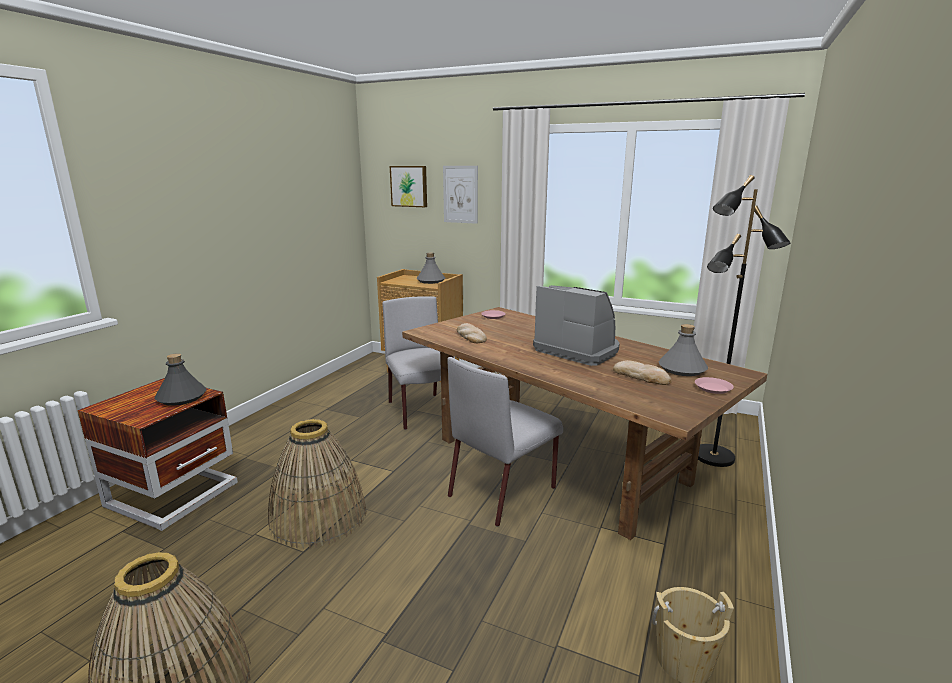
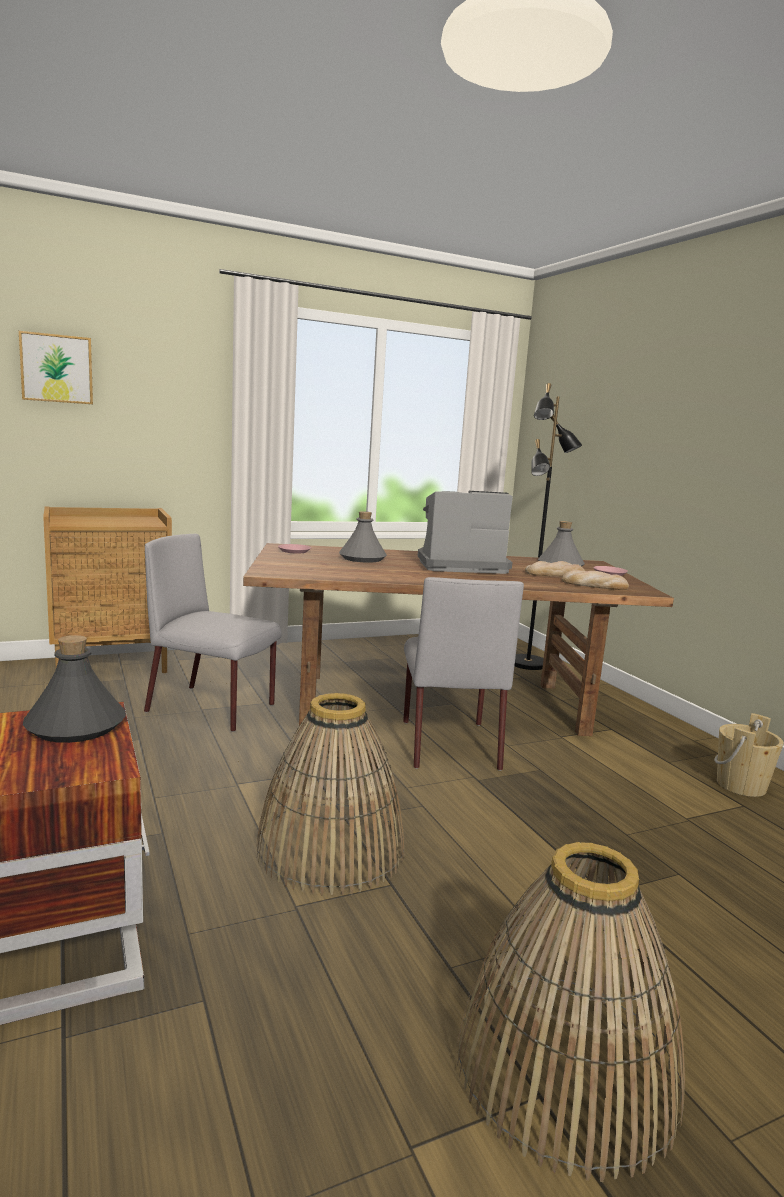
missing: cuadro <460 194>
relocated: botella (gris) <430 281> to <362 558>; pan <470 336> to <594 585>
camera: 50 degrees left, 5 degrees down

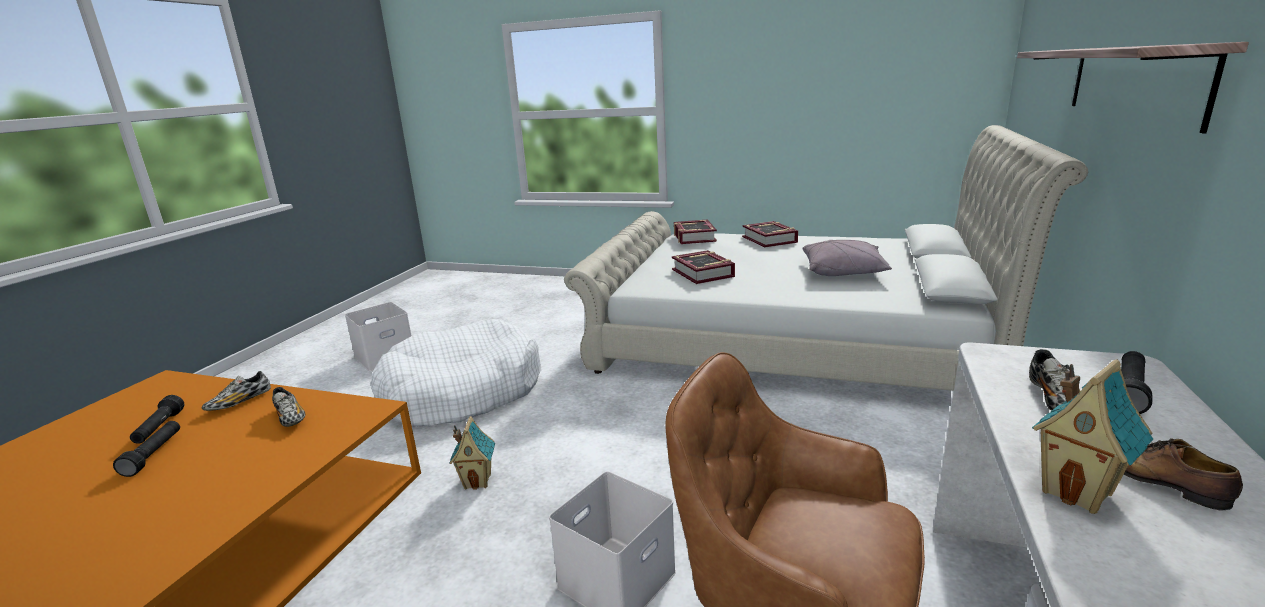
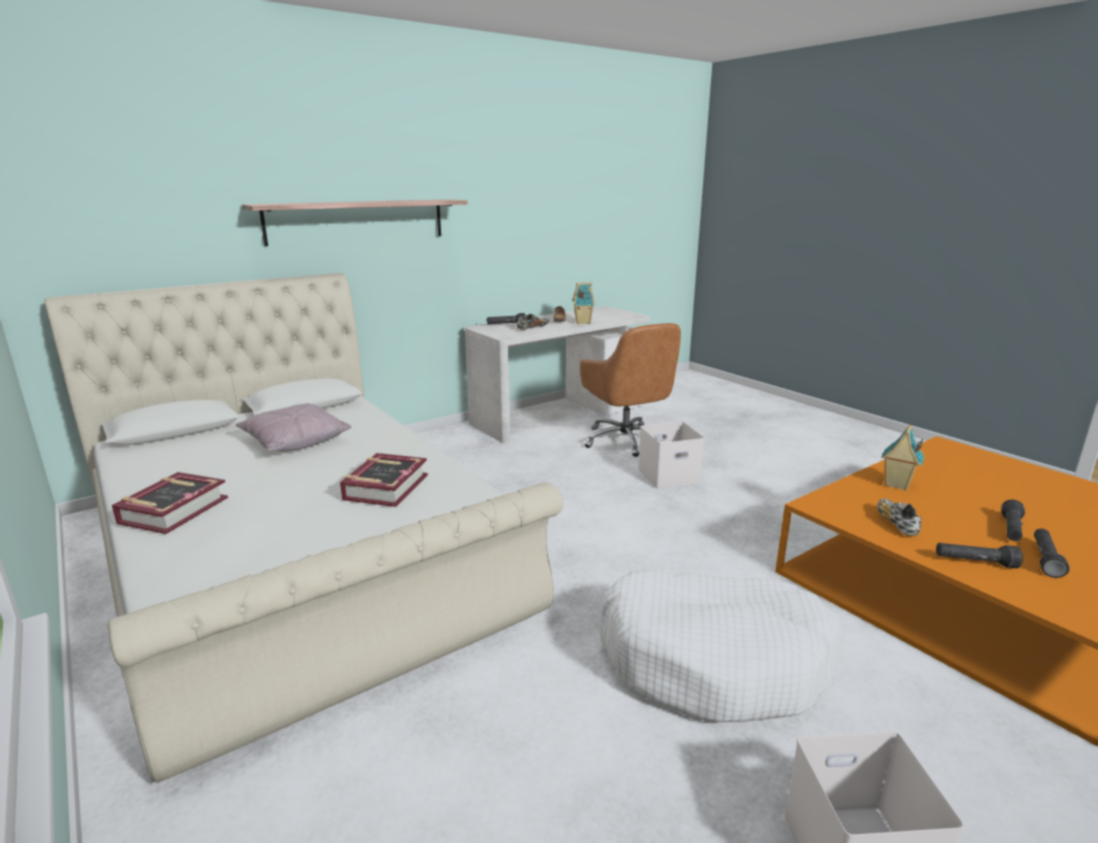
missing: libro <694 237>
relocated: casita <478 481> to <896 485>
exchanged: zapato <240 403> to linterna (negro) <975 562>
camera: 145 degrees left, 0 degrees up

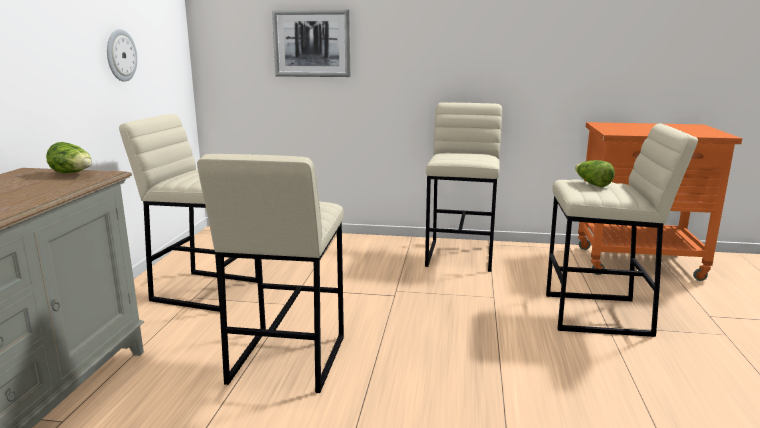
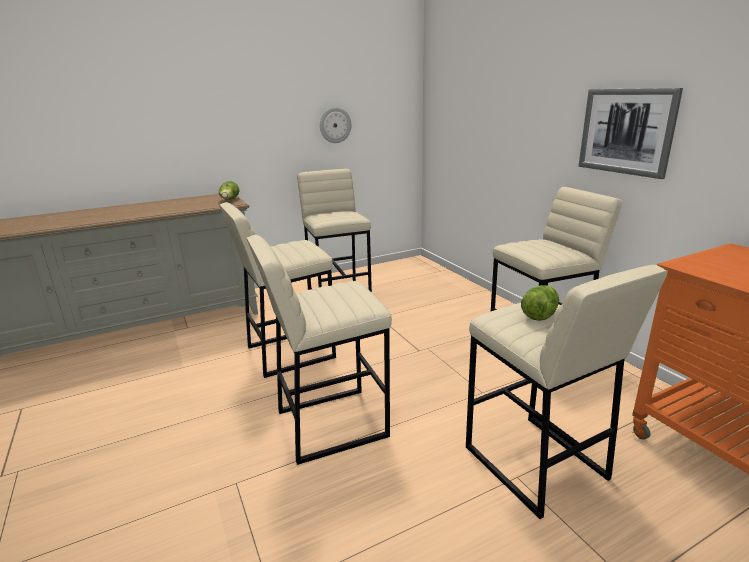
appeared: taburete (beis) <328 424>
relocated: cuadro <312 43> to <626 131>
camera: 55 degrees right, 5 degrees up

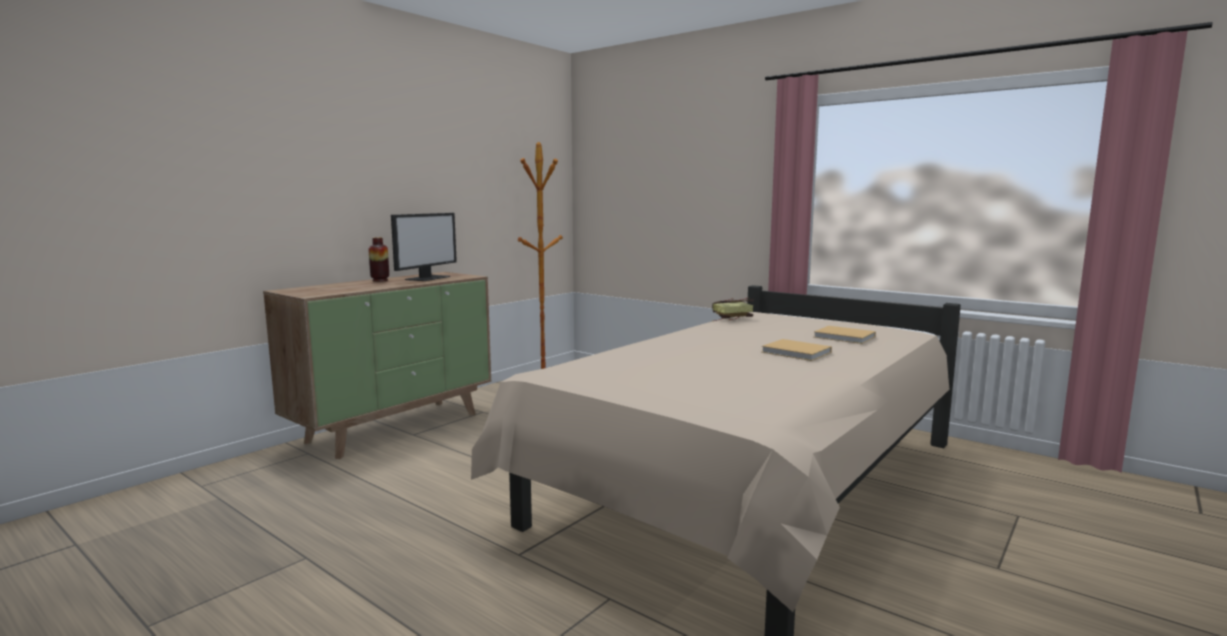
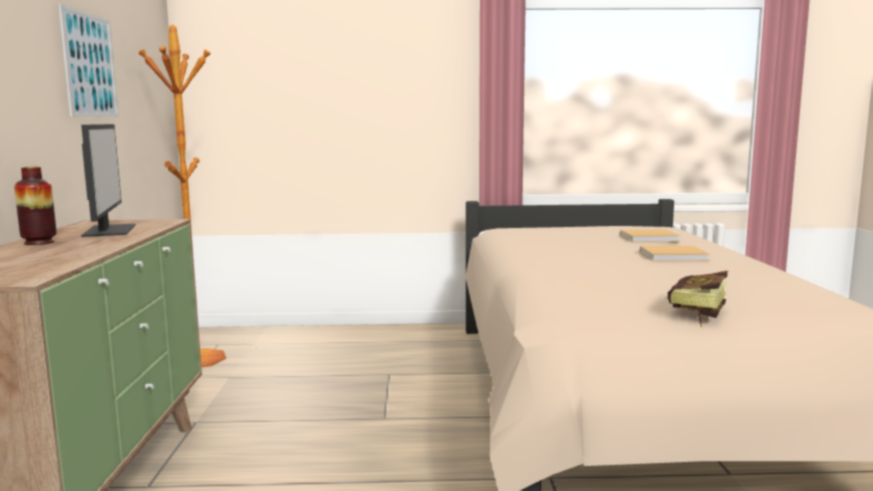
appeared: cuadro <90 65>
relocated: libro <728 319> to <696 315>
camera: 40 degrees left, 0 degrees up

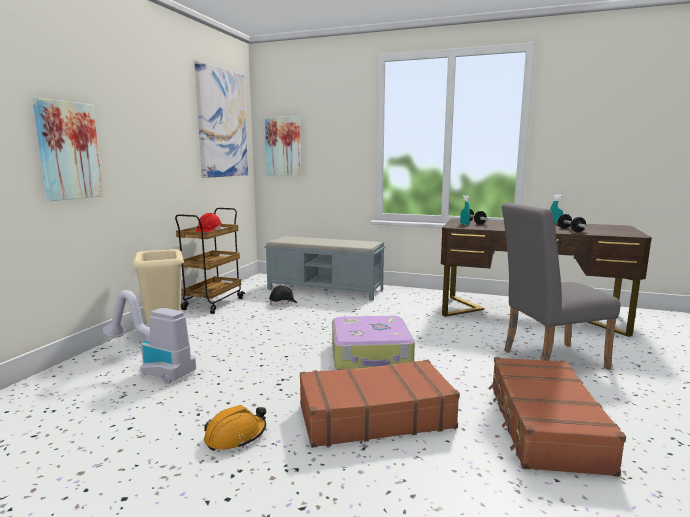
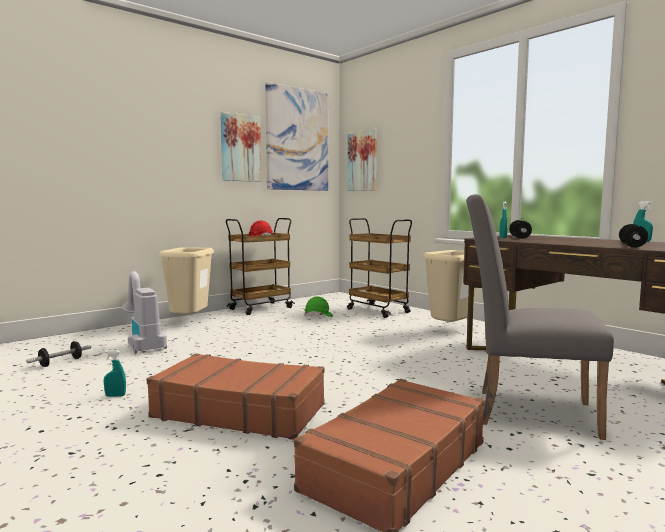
missing: maleta <371 355>
appeared: mancuerna <60 362>; papelera (beis) <450 331>
relocated: cuadro <68 151> to <240 148>
exchanged: casco (naranja) <235 436> to pulverizador (turquesa) <115 396>; banco (gris) <326 290> to carrito (marrón) <378 311>
colour: casco (negro) <283 303> to casco (verde) <318 316>
camera: 30 degrees right, 5 degrees down

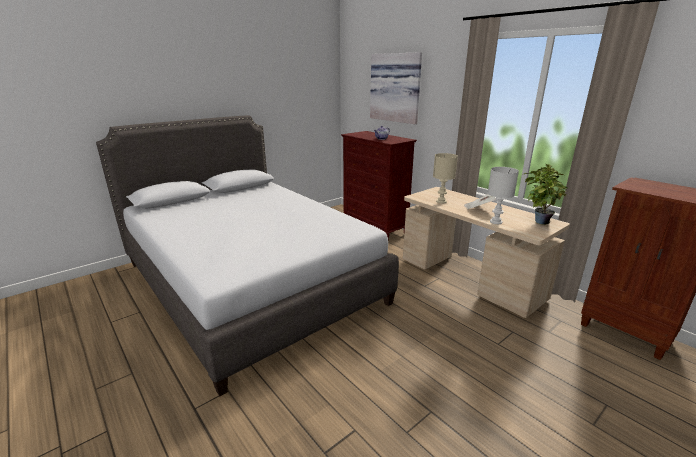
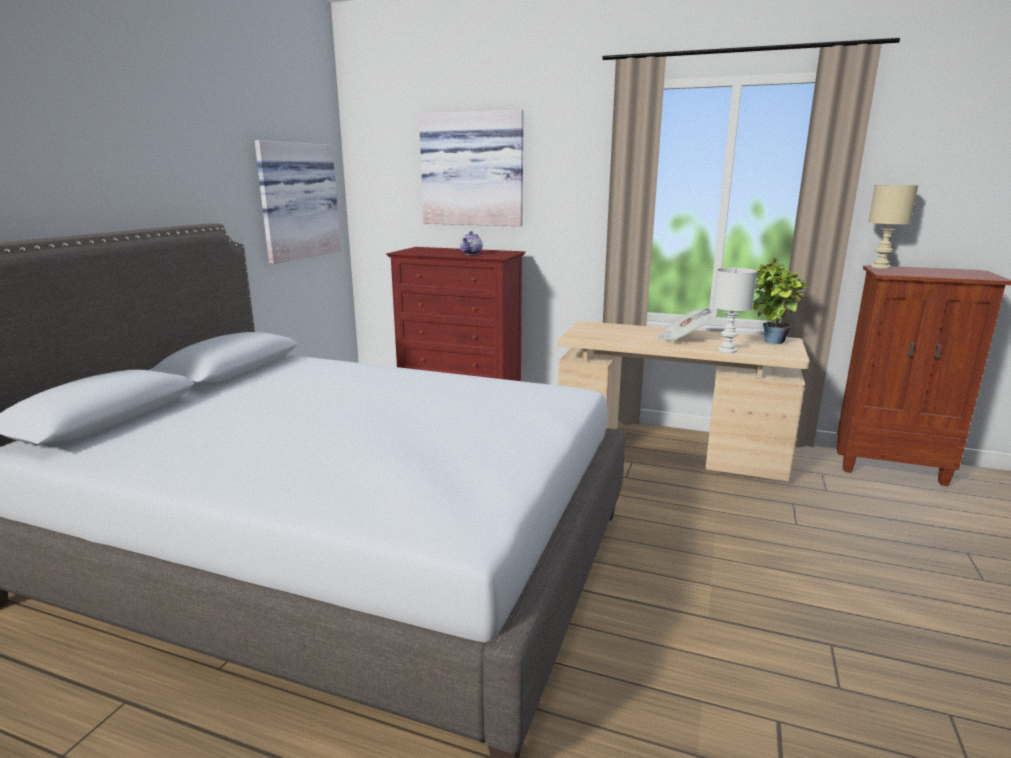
appeared: cuadro <296 201>
relocated: lámpara de mesa (beis) <441 201> to <881 267>
camera: 30 degrees left, 5 degrees down

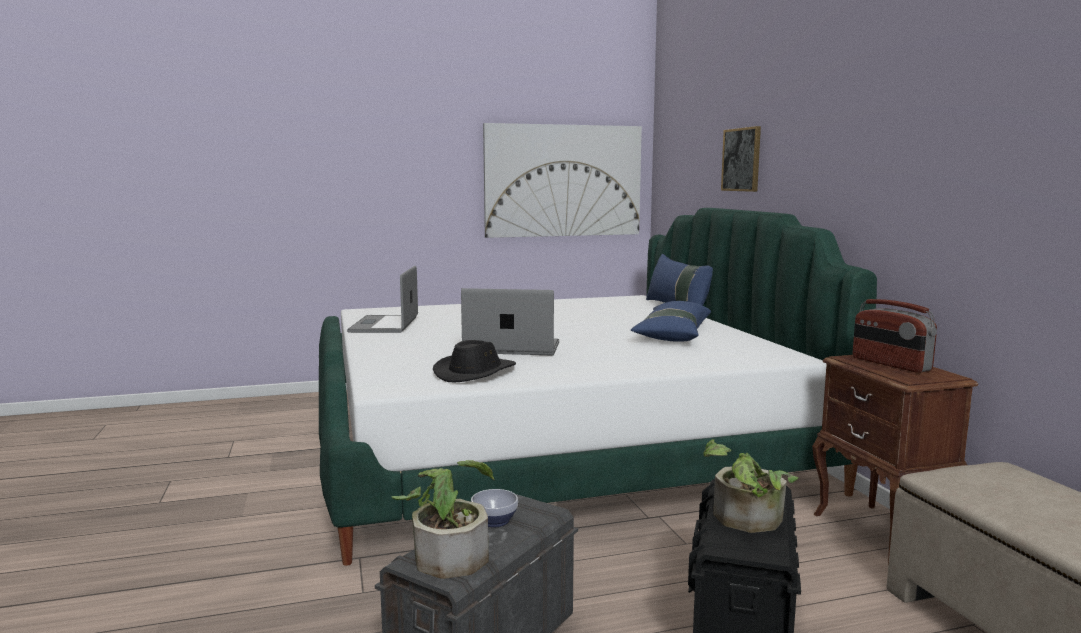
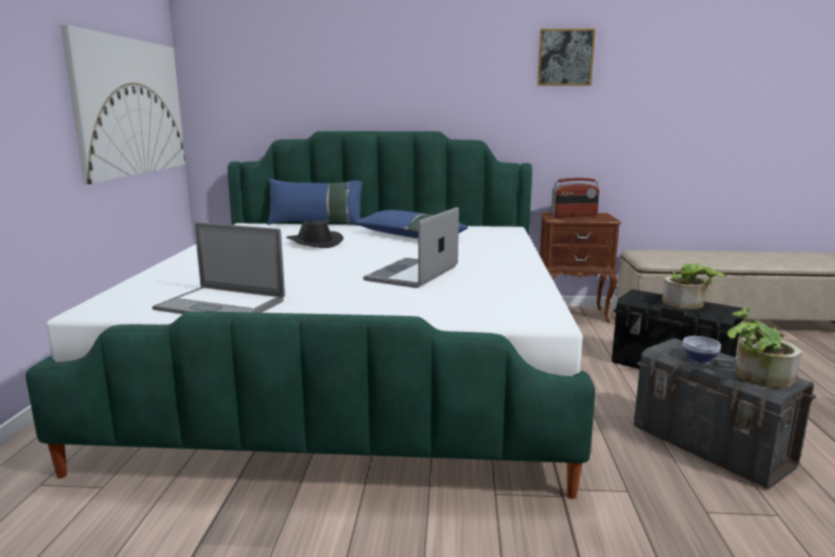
relocated: sombrero (negro) <476 372> to <313 243>; cuadro <741 159> to <565 57>
camera: 70 degrees left, 5 degrees up

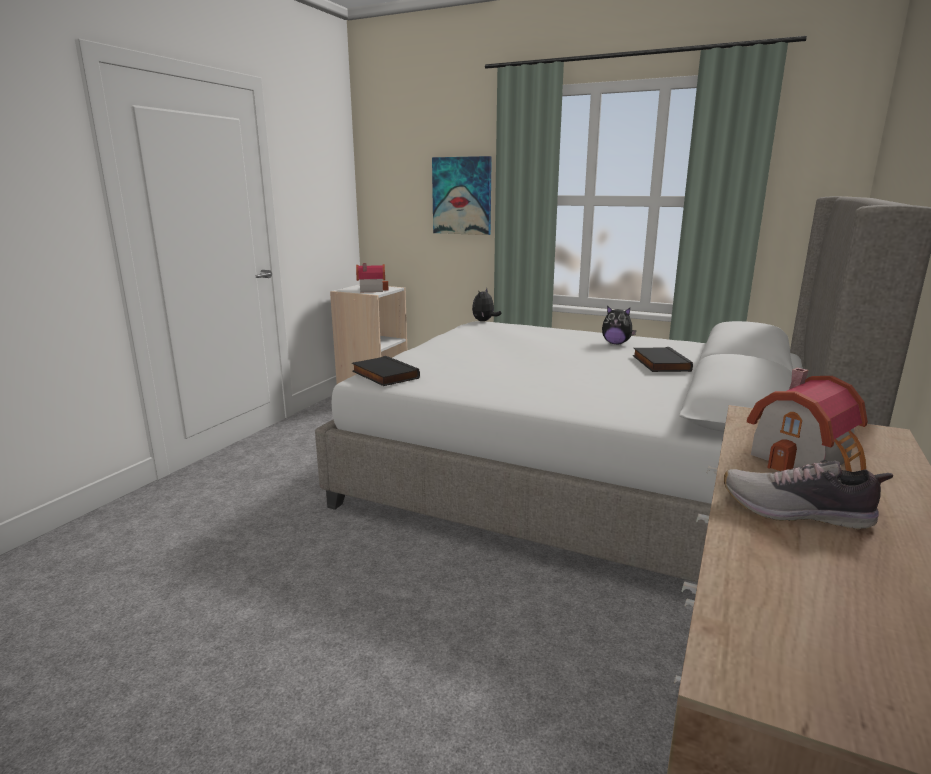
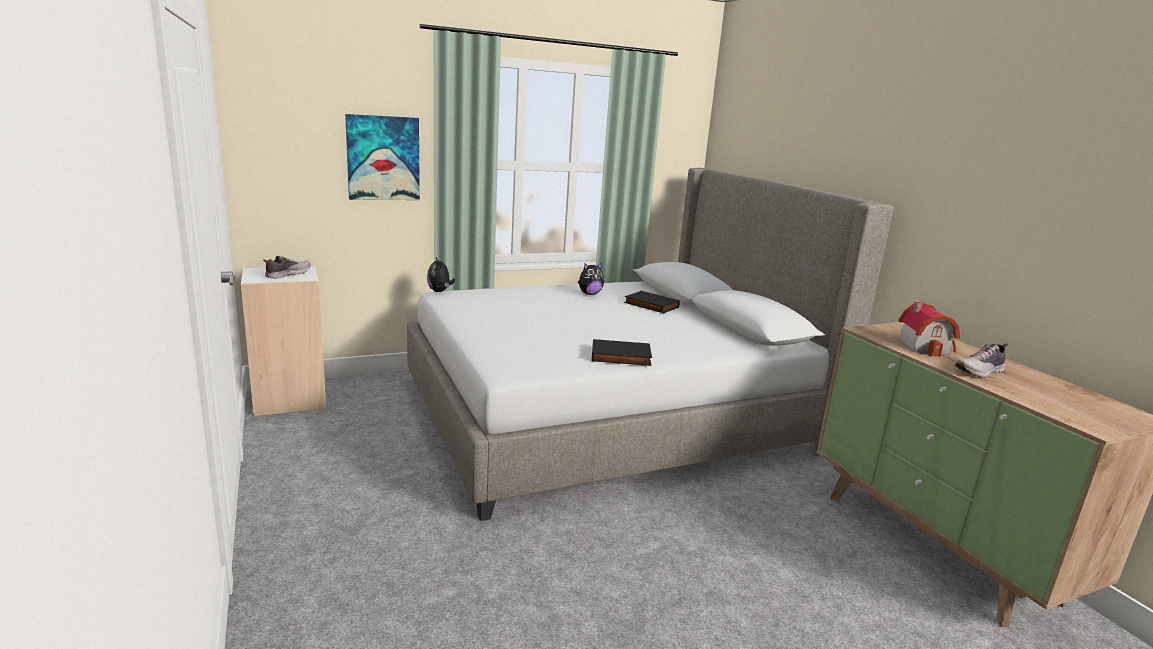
relocated: libro (negro) <383 375> to <620 357>
exchanged: casita <370 290> to zapato <287 274>
camera: 50 degrees left, 0 degrees up

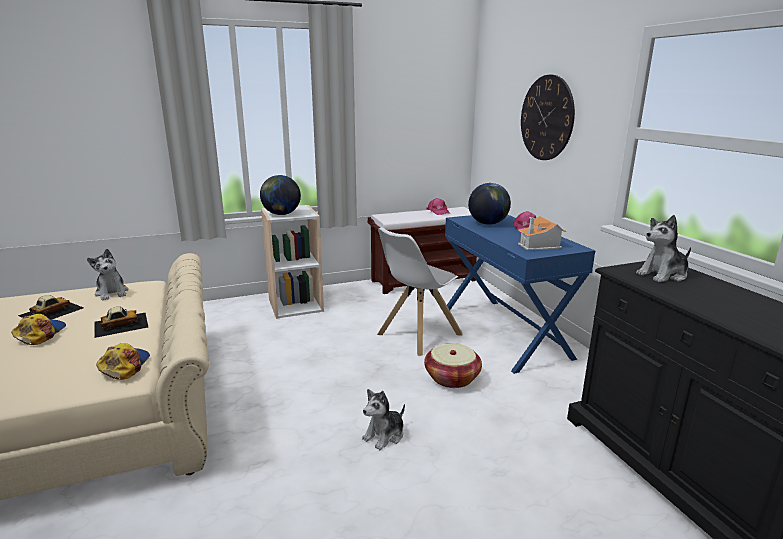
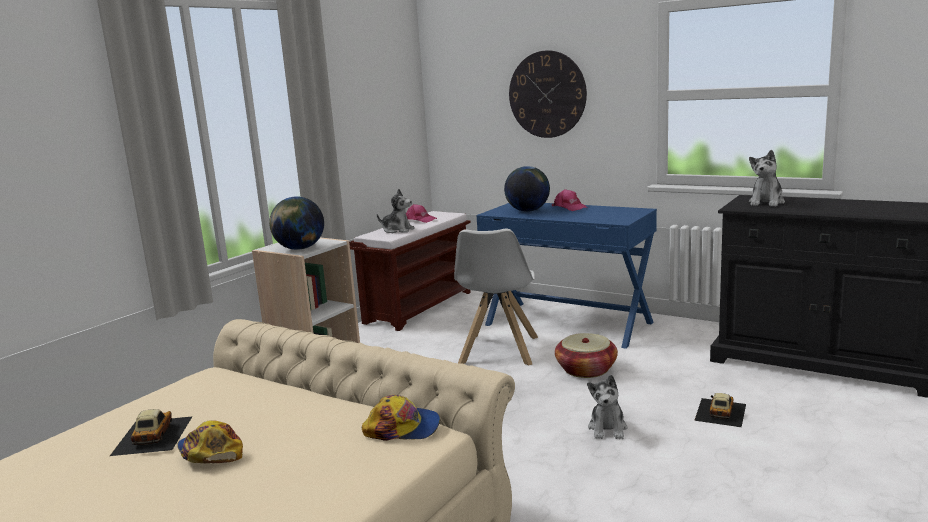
missing: casita <539 245>
relocated: peluche <112 293> to <397 230>; coche de juguete <120 324> to <720 412>
spun: gorra <124 365> = <403 428> 135 degrees clockwise
camera: 35 degrees left, 5 degrees down

